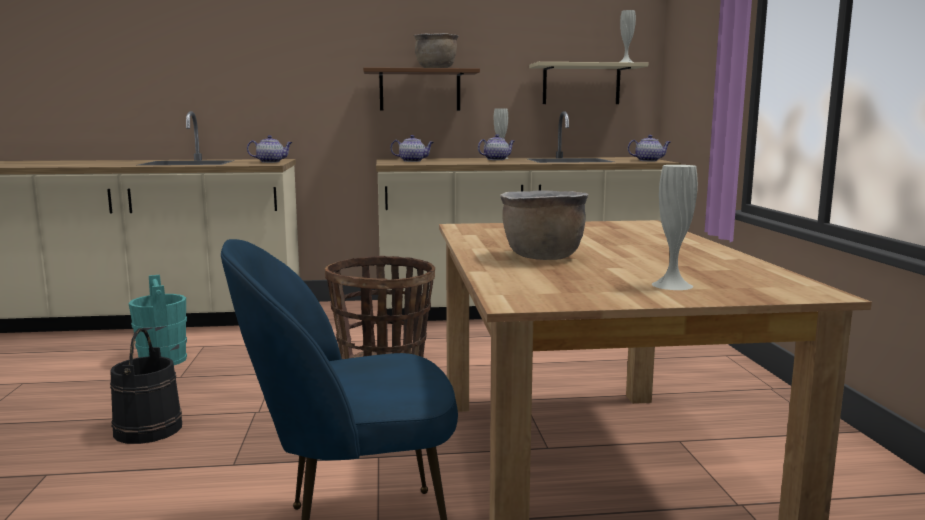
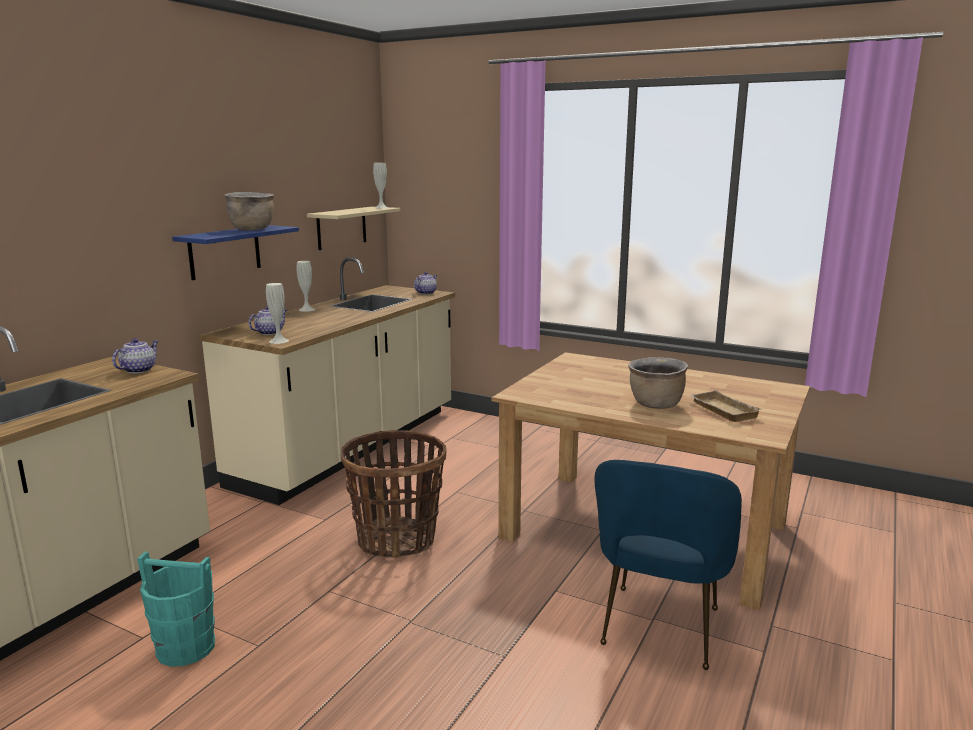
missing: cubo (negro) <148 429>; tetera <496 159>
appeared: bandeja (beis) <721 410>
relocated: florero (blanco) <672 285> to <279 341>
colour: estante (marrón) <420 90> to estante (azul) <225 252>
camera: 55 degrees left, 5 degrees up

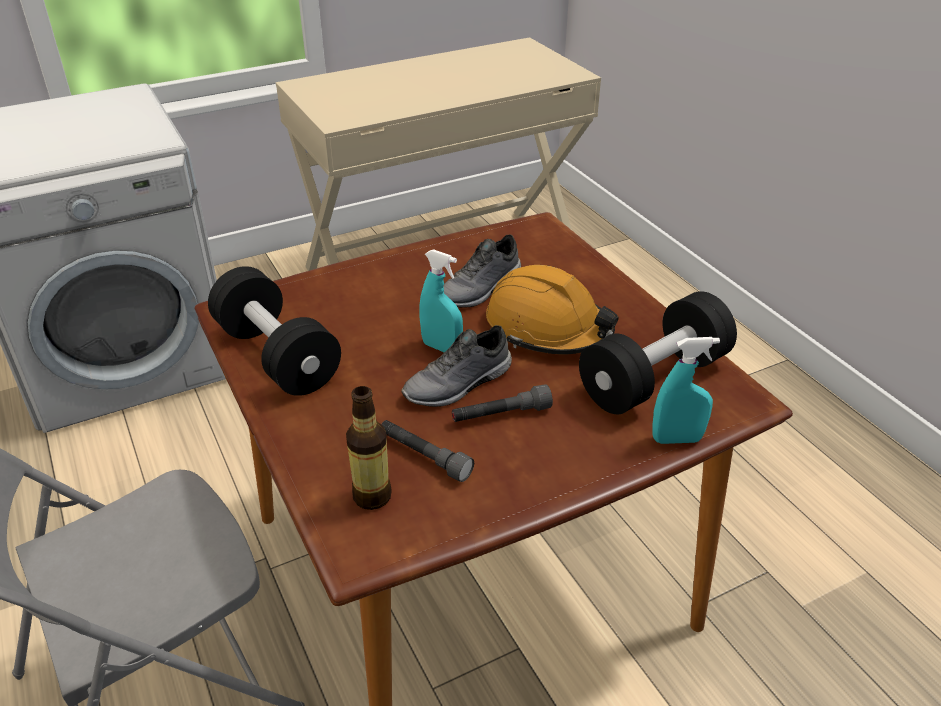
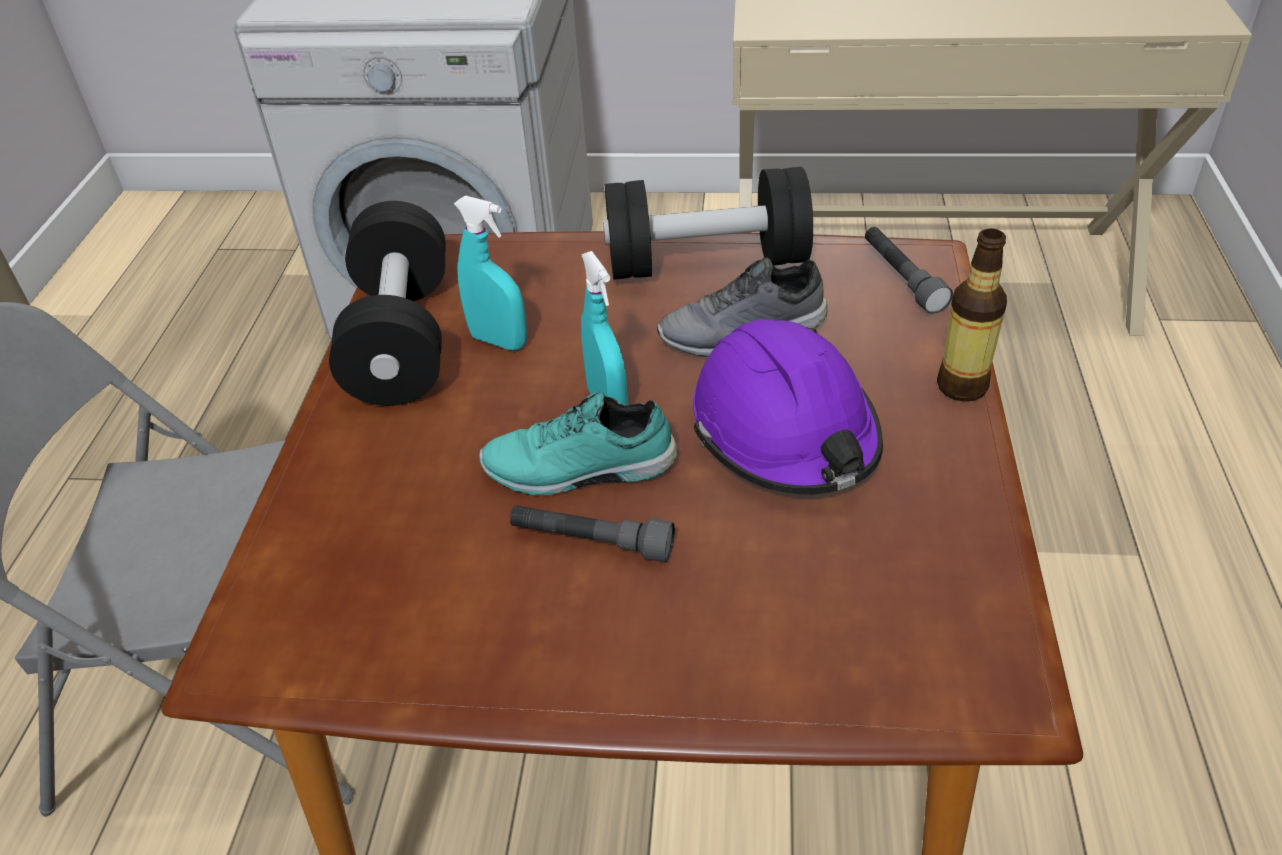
relocated: botella <372 496> to <961 386>; linterna (gris) <424 457> to <901 279>; mancuerna (negro) <654 379> to <707 263>; pulverizador (turquesa) <677 439> to <499 341>
colour: zapato (gris) <459 385> to zapato (turquesa) <579 470>; casco (naranja) <548 328> to casco (morado) <785 432>
camera: 35 degrees right, 5 degrees up

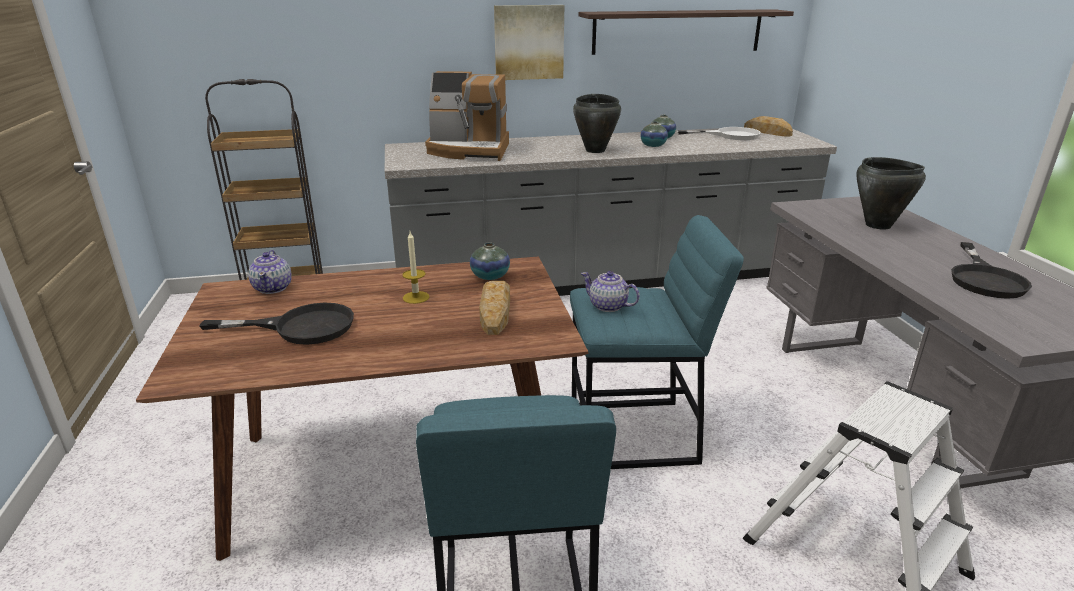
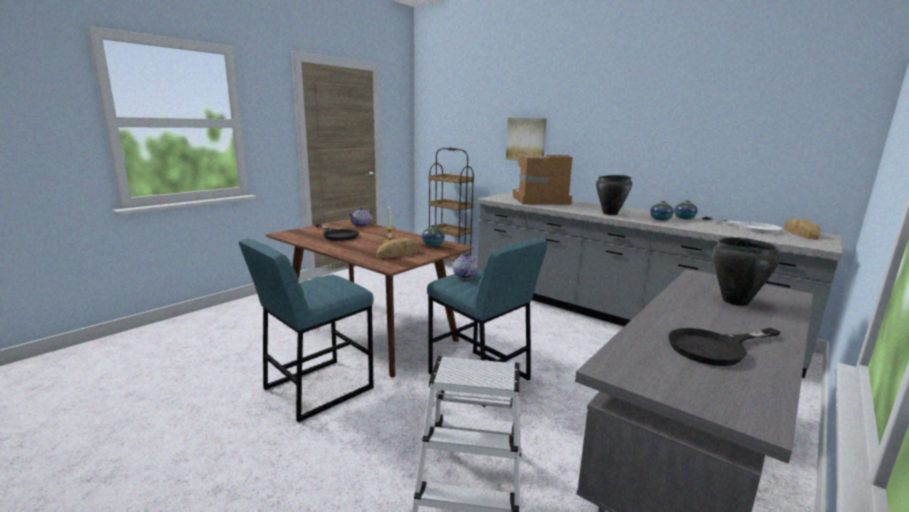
missing: estante <677 31>
relocated: cuadro <528 42> to <526 139>
spun: cafetera <469 150> = <539 200> 120 degrees clockwise
camera: 50 degrees right, 10 degrees down

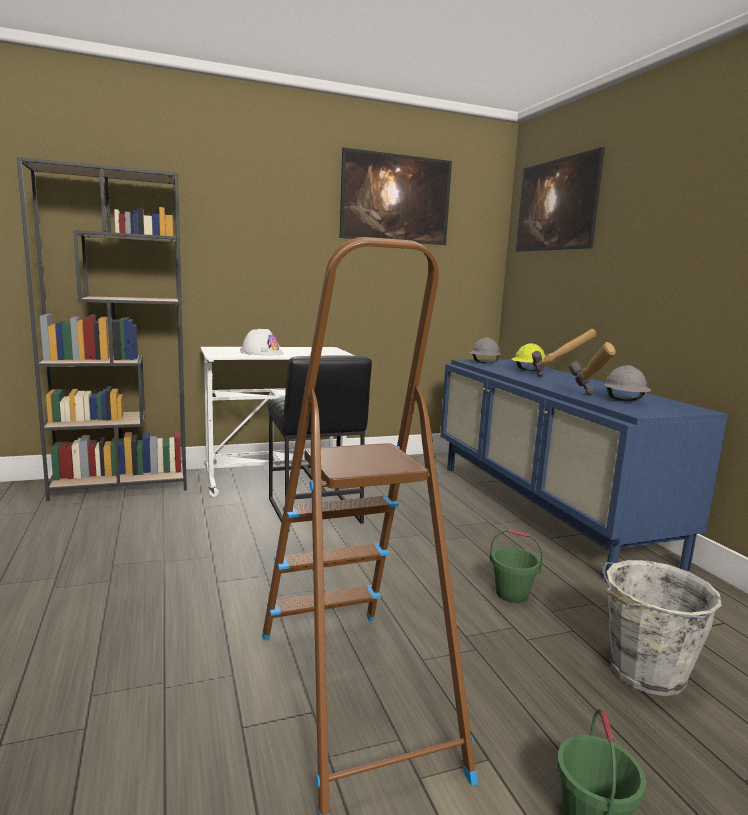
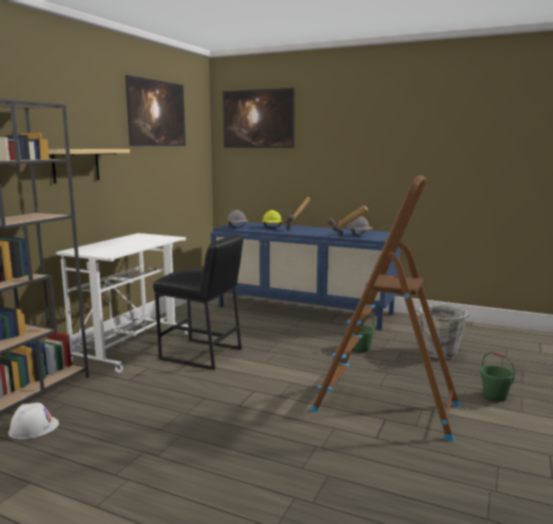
appeared: estante <75 165>
relocated: casco (blanco) <262 353> to <33 427>
camera: 45 degrees left, 0 degrees up

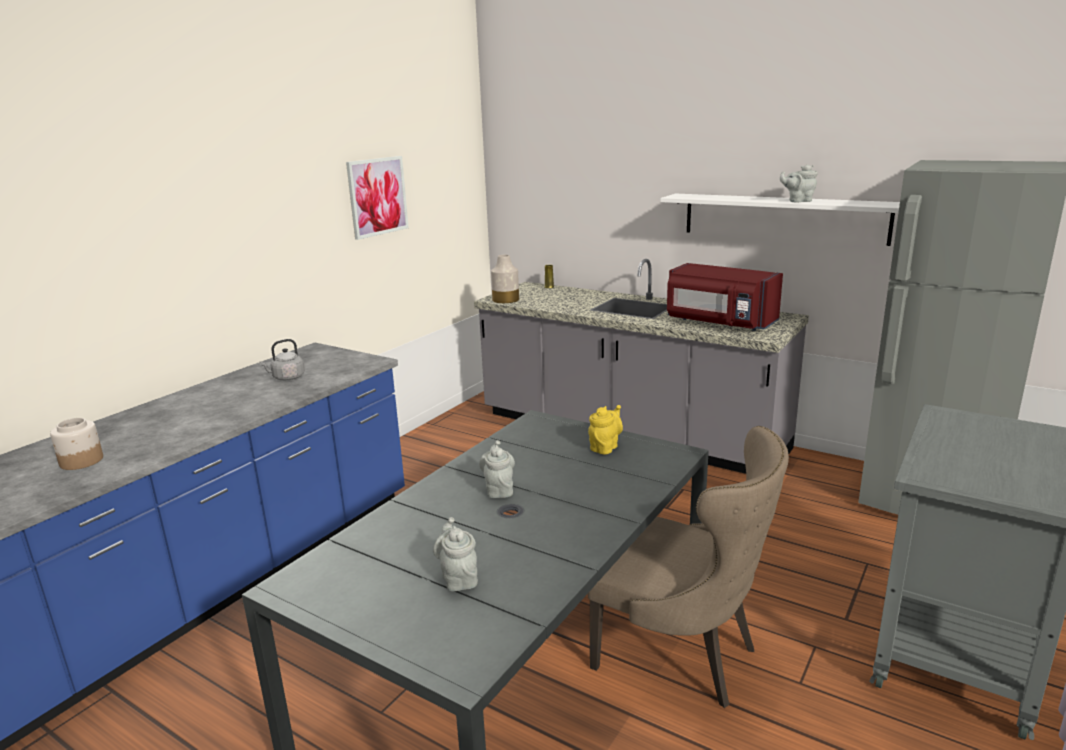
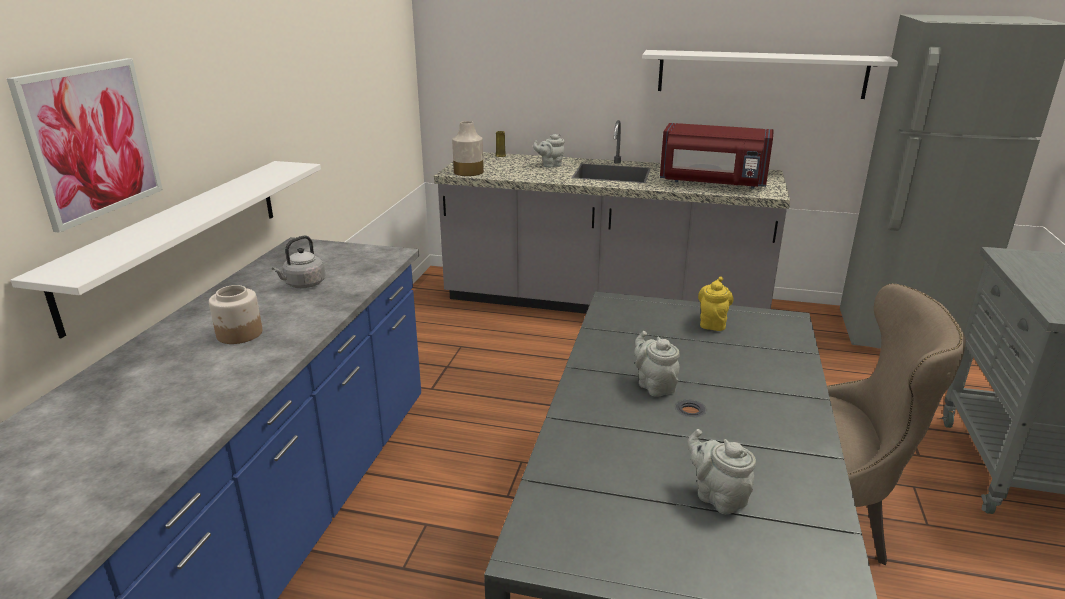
appeared: estante (blanco) <178 236>
relocated: tarro <81 461> to <239 334>; cuadro <377 196> to <91 141>; tetera (gris) <798 201> to <550 165>
camera: 20 degrees left, 5 degrees up

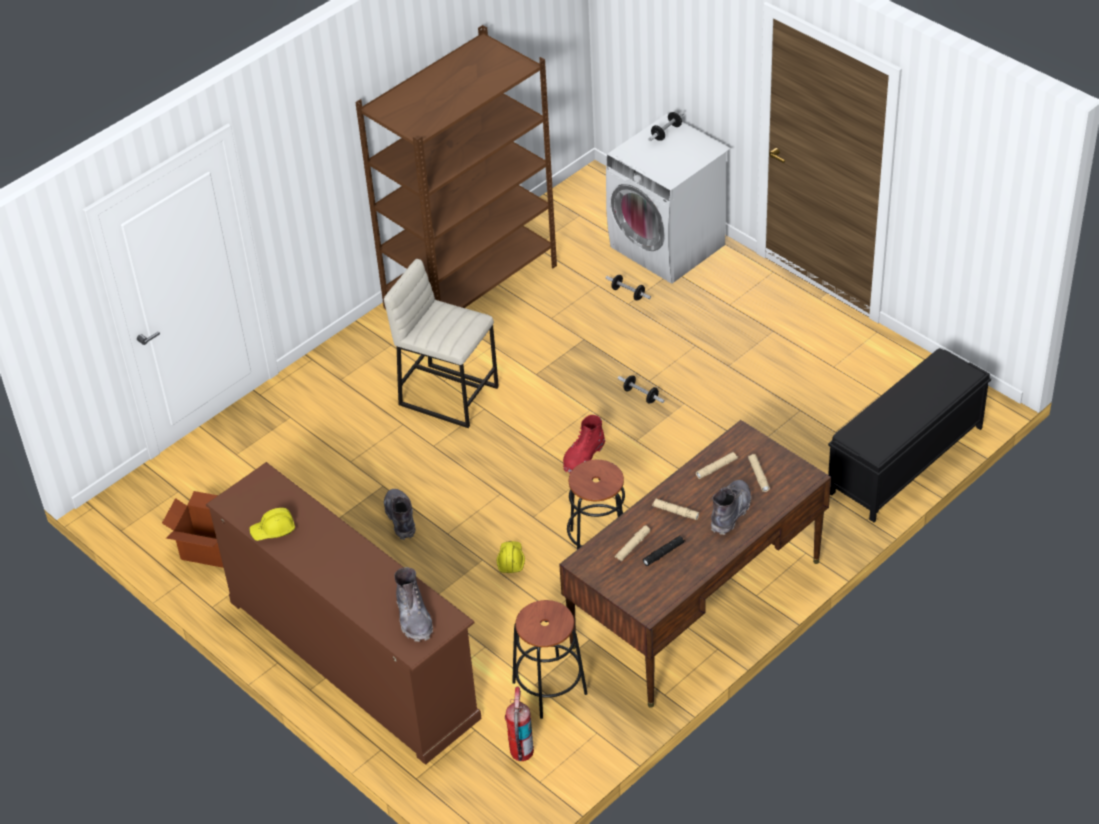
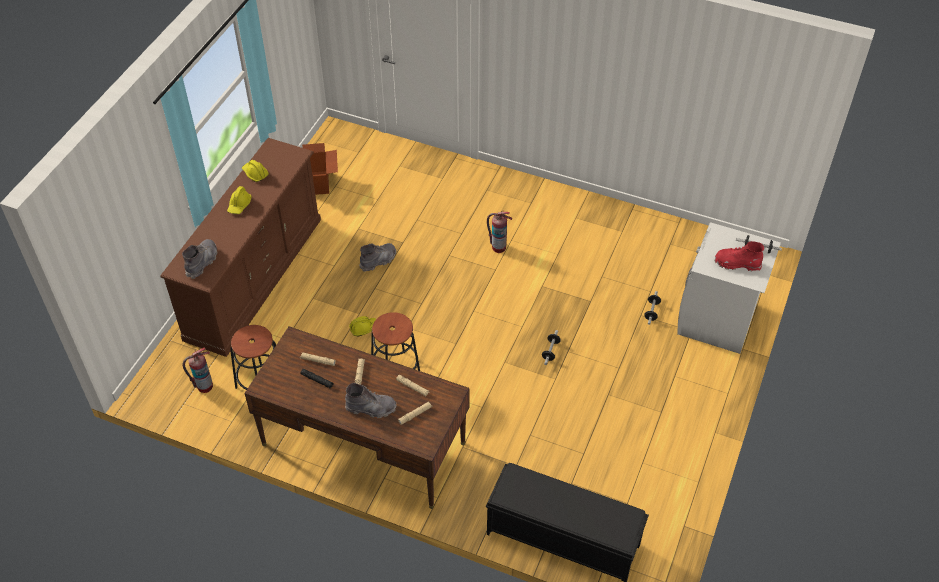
missing: estantería (marrón) <471 286>
appeared: casco (amarillo) <239 205>
relocated: bota (rojo) <583 457> to <737 263>
exchanged: taburete (beis) <448 395> to extintor <498 247>
spun: bota (gris) <414 618> = <202 262> 150 degrees clockwise
camera: 65 degrees right, 5 degrees up

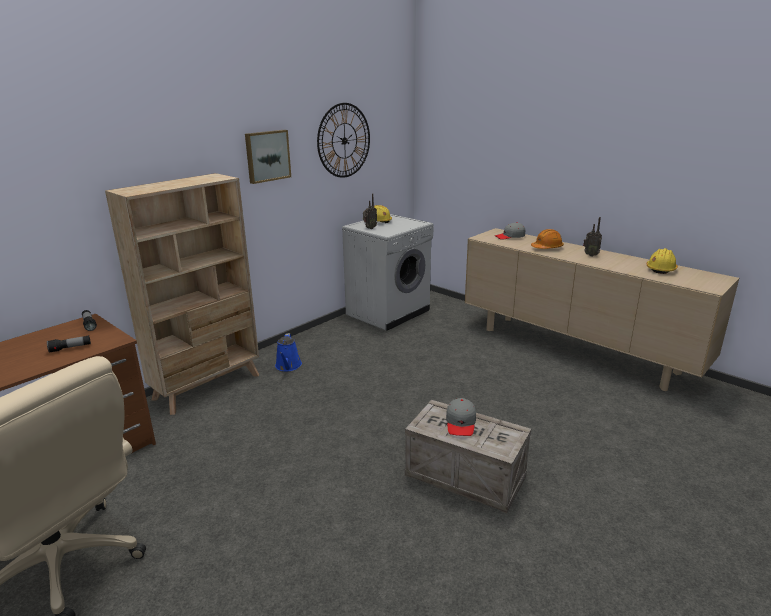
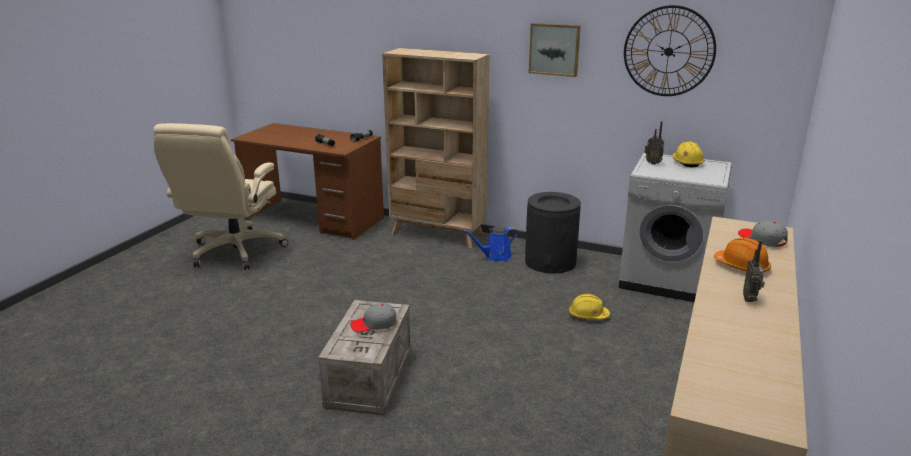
appeared: papelera (negro) <550 262>
relocated: casco (amarillo) <661 269> to <588 315>
camera: 70 degrees right, 0 degrees up

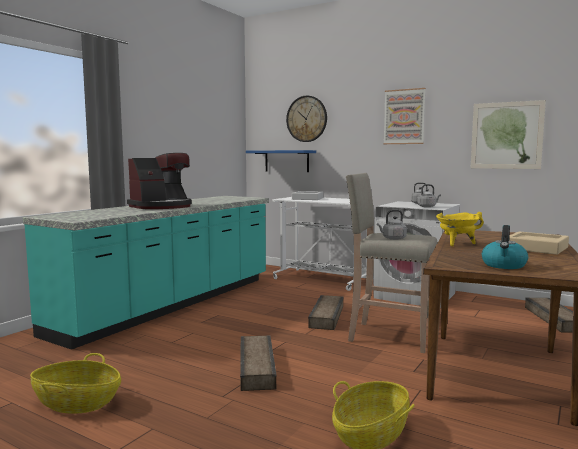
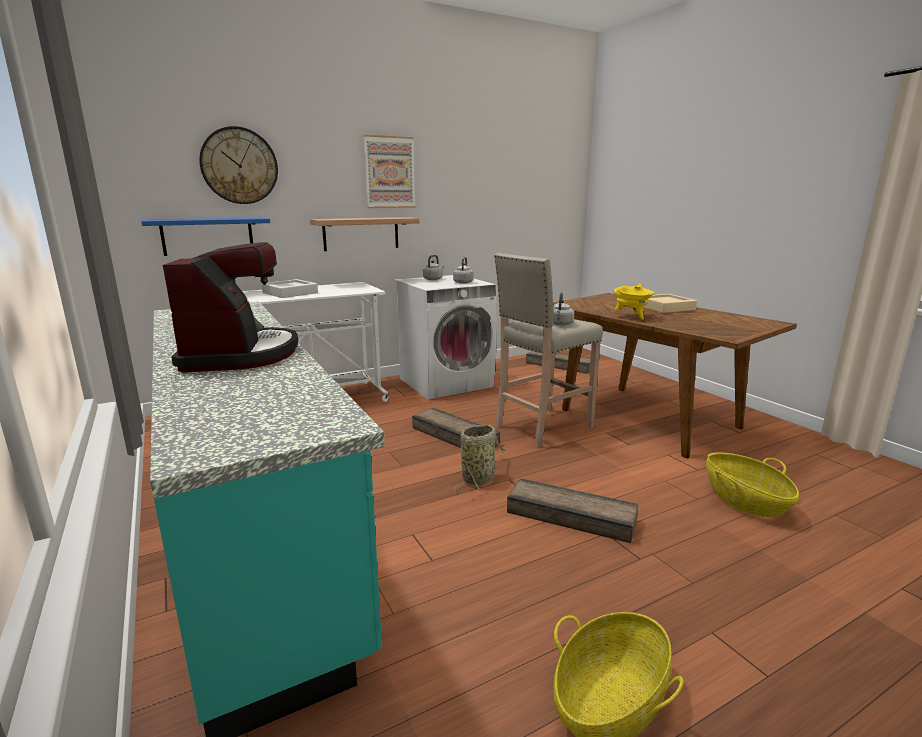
missing: cuadro <506 135>; hervidor <504 265>
appeared: estante <361 233>; cesta <479 478>
camera: 60 degrees left, 10 degrees up

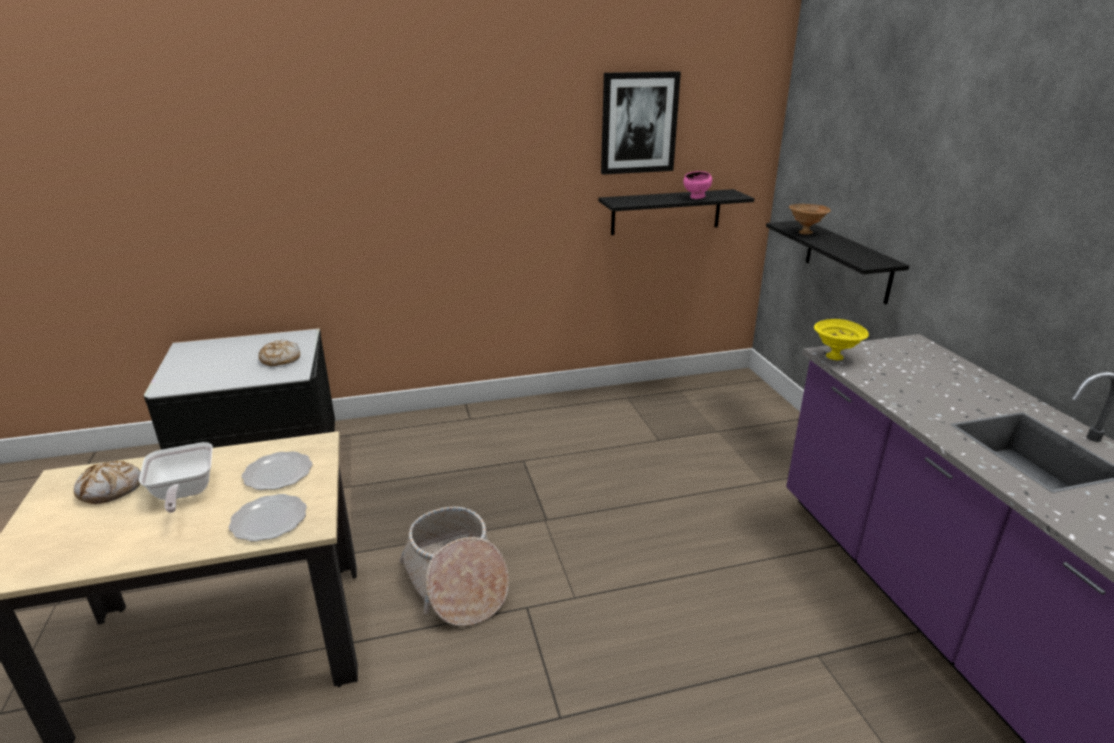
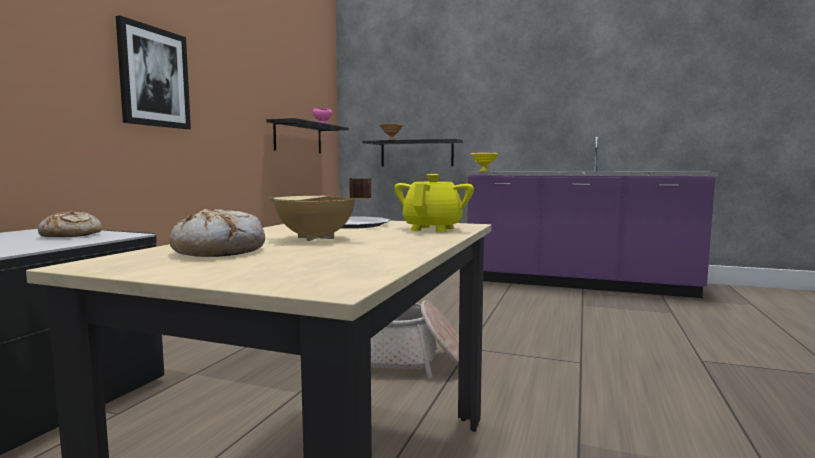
relocated: cuadro <639 123> to <154 77>
exchanged: sartén <183 494> to olla (beis) <315 238>; plato <268 521> to tetera (amarillo) <433 229>
camera: 55 degrees left, 20 degrees down

